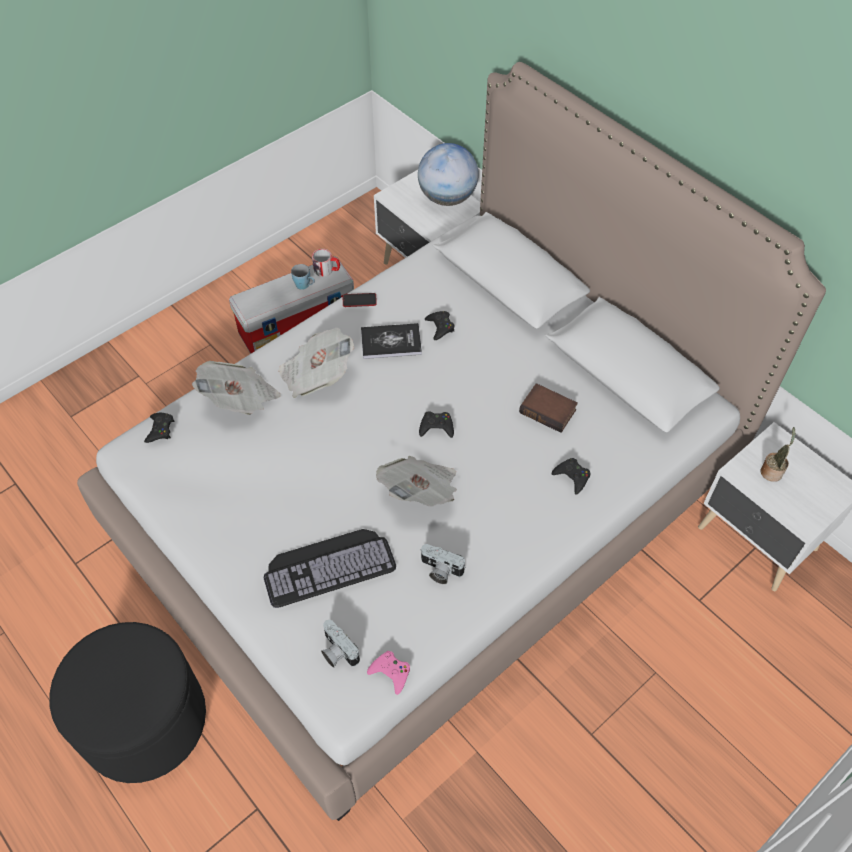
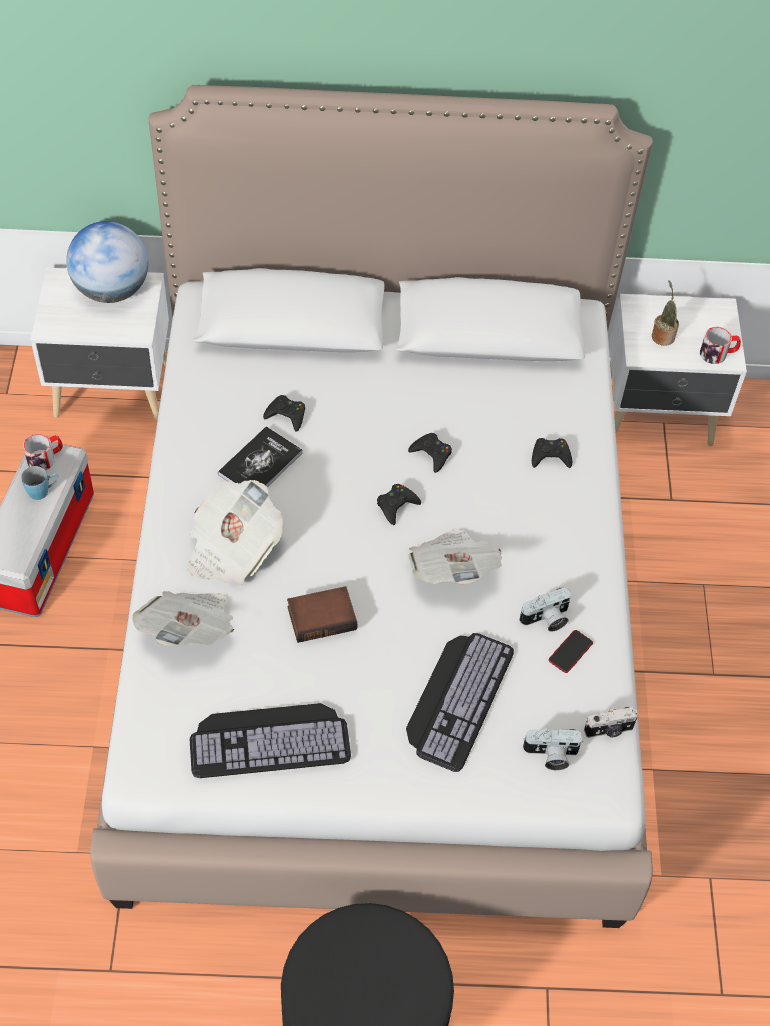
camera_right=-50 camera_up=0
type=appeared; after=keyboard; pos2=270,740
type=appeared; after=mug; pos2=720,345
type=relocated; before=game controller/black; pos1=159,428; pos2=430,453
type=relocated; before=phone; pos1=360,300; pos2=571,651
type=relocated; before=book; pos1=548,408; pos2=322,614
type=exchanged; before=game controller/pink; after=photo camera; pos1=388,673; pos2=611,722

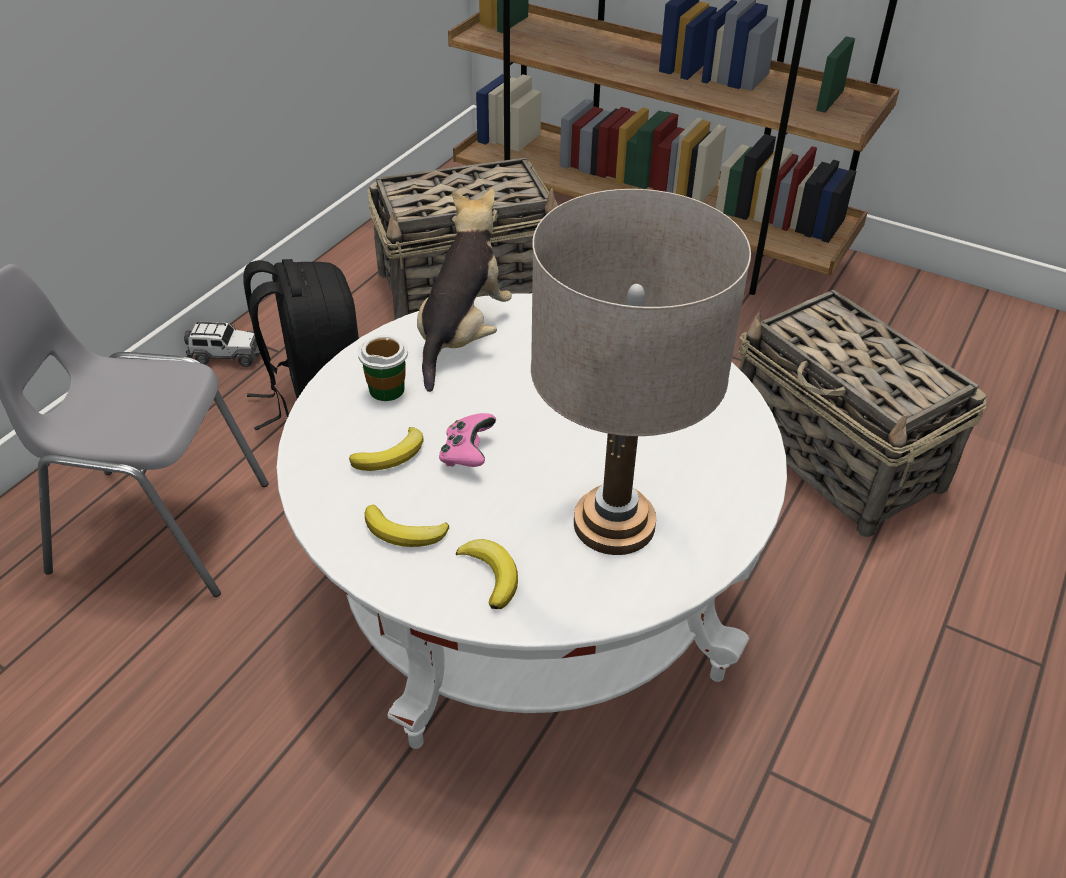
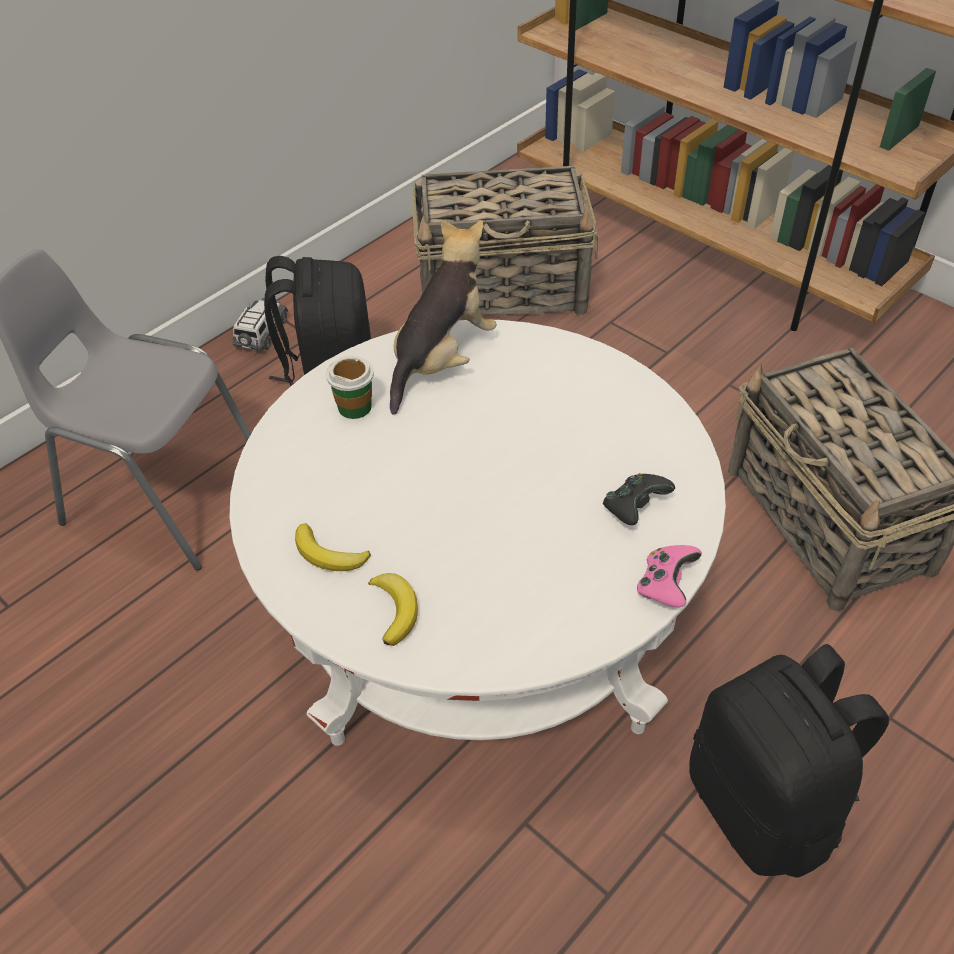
camera_right=15 camera_up=5
type=missing; before=banana; pos1=386,449
type=missing; before=table lamp/beige; pos1=641,372
type=appeared; after=game controller/black; pos2=639,499
type=appeared; after=backpack/black; pos2=789,761
type=relocated; before=game controller/pink; pos1=467,440; pos2=669,576
type=spun; before=toy car; pos1=222,344; pos2=260,325; turn=-90

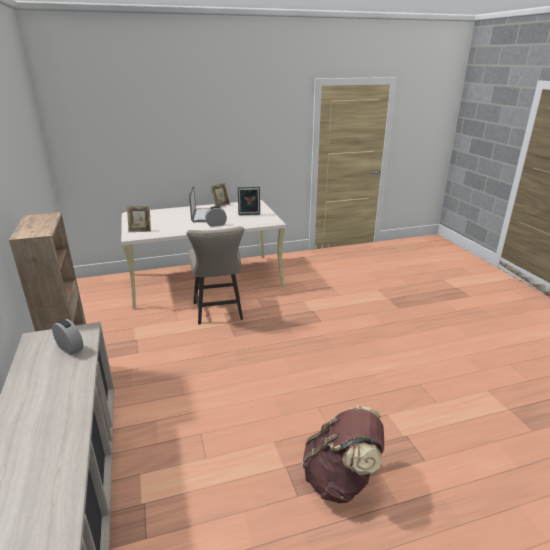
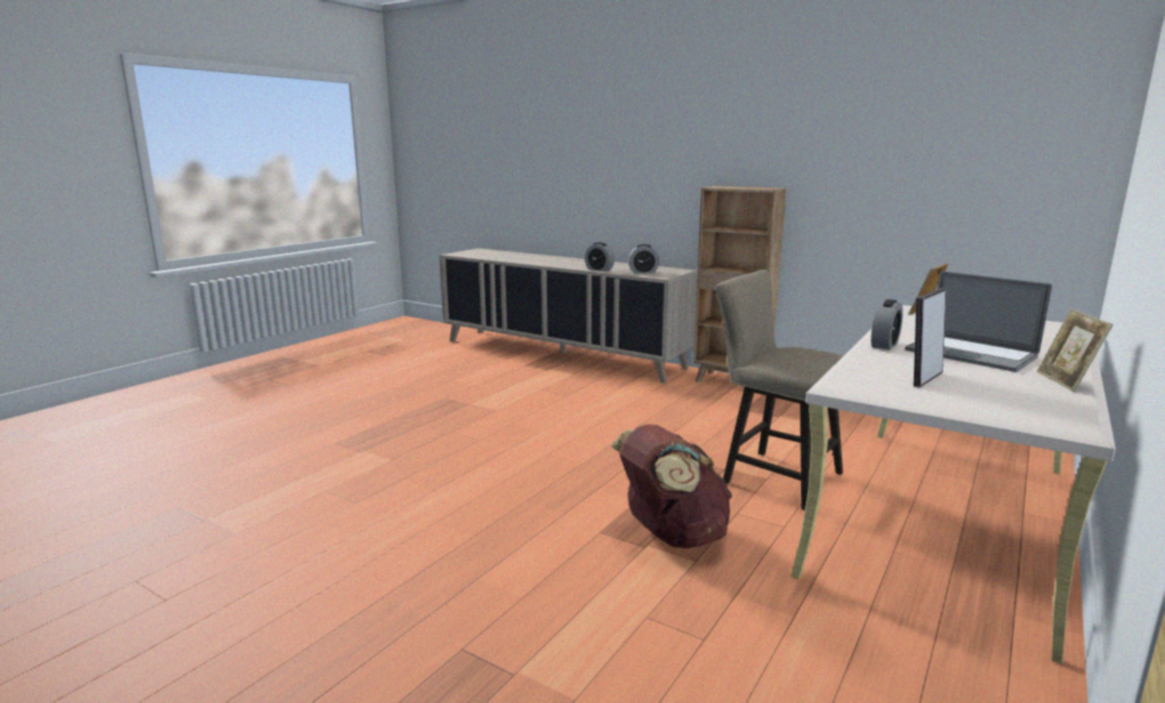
camera_right=140 camera_up=-10
type=appeared; after=alarm clock; pos2=600,257
type=relocated; before=backpack/brown; pos1=343,454; pos2=671,486

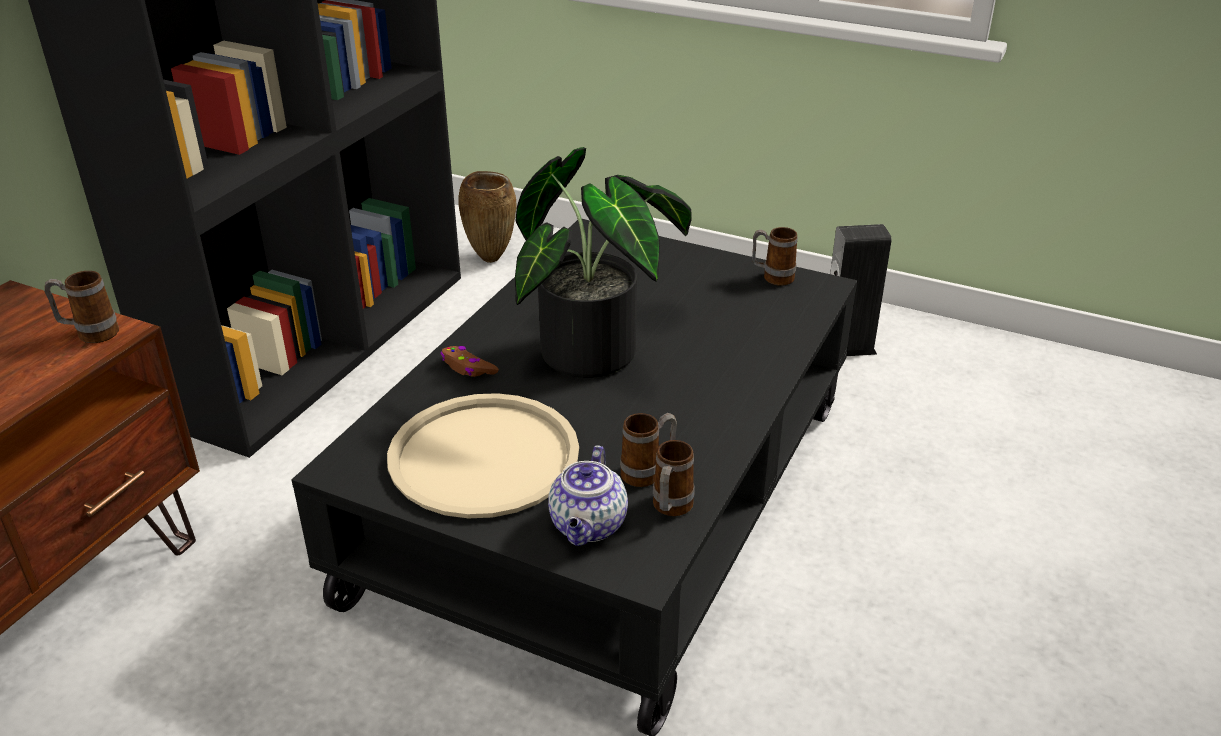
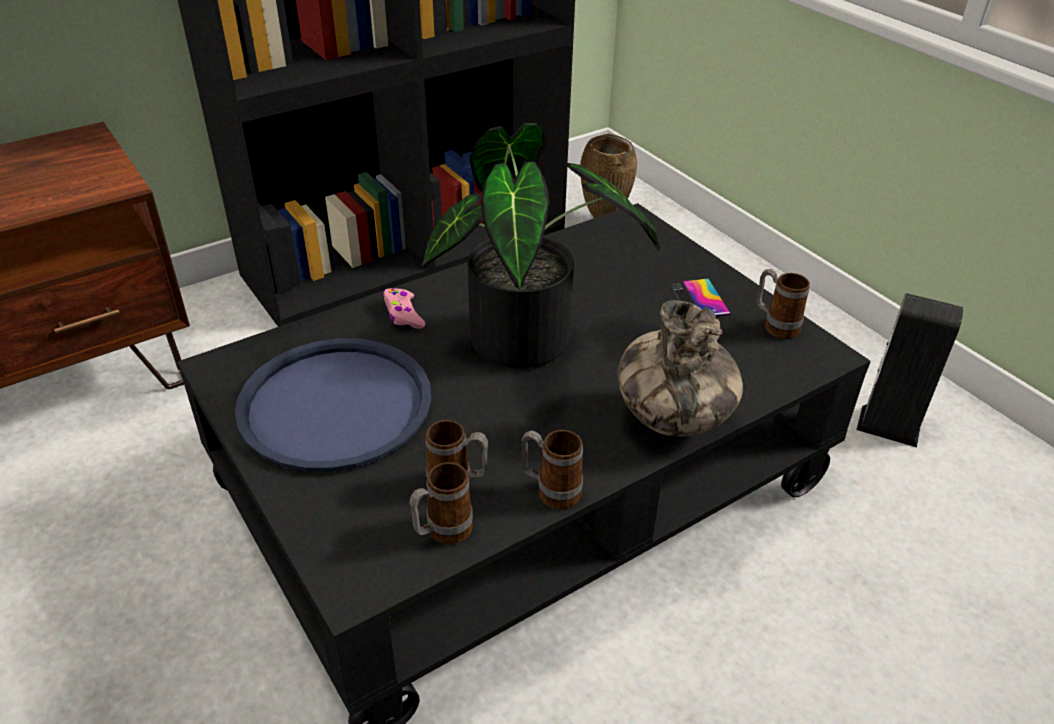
camera_right=30 camera_up=5
type=missing; before=teapot; pos1=588,495
type=appeared; after=vase; pos2=680,368
type=appeared; after=phone; pos2=700,298
type=relocated; before=mug; pos1=81,307; pos2=552,469
type=colour; before=tray/beige; after=tray/blue; pos1=483,455; pos2=333,405
type=colour; before=game controller/brown; after=game controller/pink; pos1=469,361; pos2=404,308

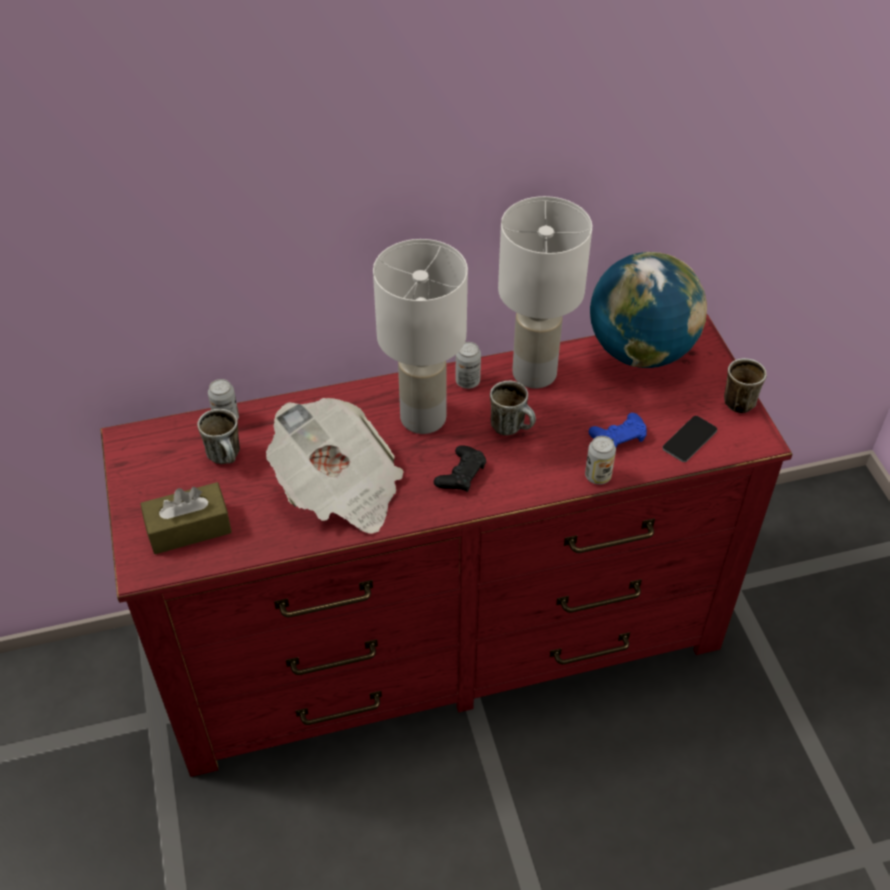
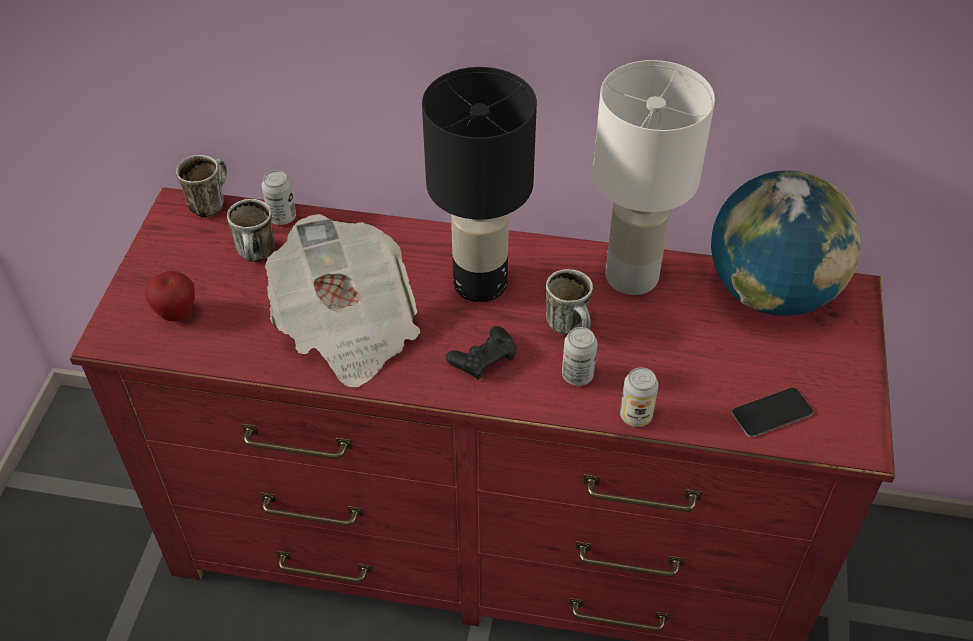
camera_right=25 camera_up=0
type=missing; before=game controller/blue; pos1=618,430
type=relocated; before=can; pos1=468,365; pos2=580,356
type=relocated; before=mug; pos1=745,385; pos2=201,186
type=exchanged; before=tissue box/brown; after=apple; pos1=186,518; pos2=170,296
type=colour; before=table lamp/white; after=table lamp/black; pos1=420,336; pos2=479,184

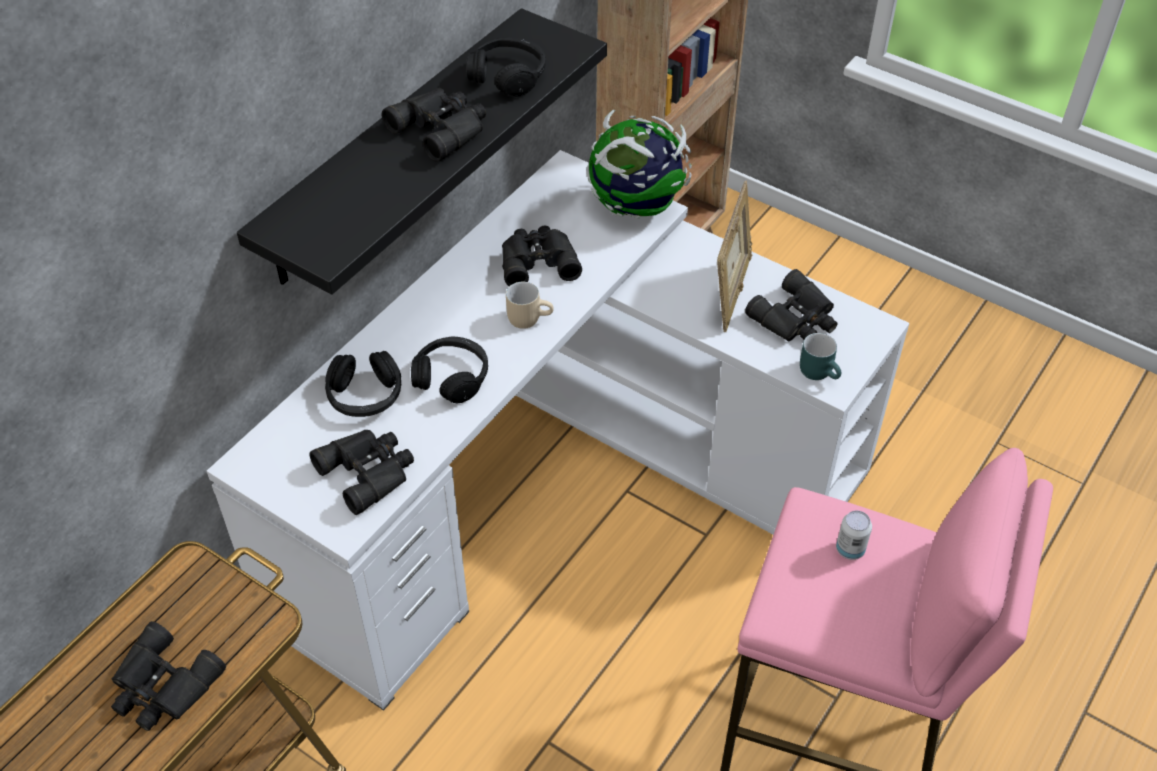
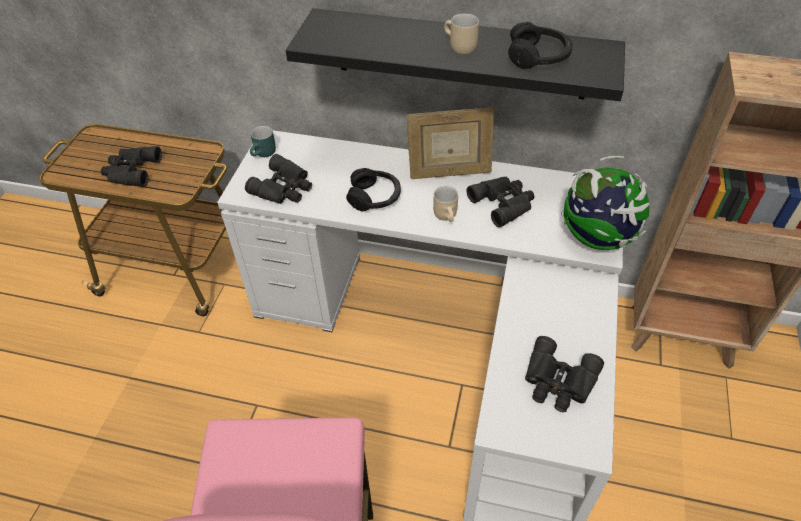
camera_right=70 camera_up=0
type=missing; before=headphones/black; pos1=363,384
type=missing; before=can; pos1=854,535
type=relocated; before=picture frame; pos1=734,256; pos2=450,143
type=relocated; before=mug/turquoise; pos1=820,356; pos2=263,141
type=exchanged; before=binoculars/black; after=mug/beige; pos1=434,125; pos2=461,33

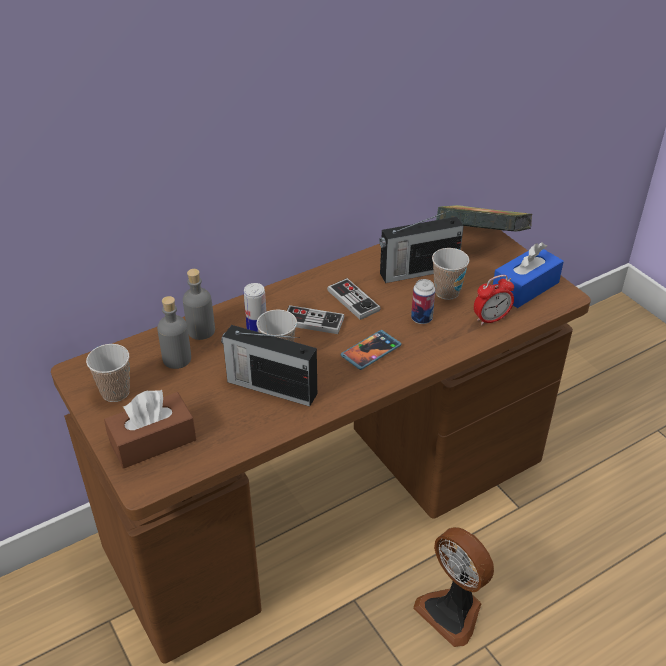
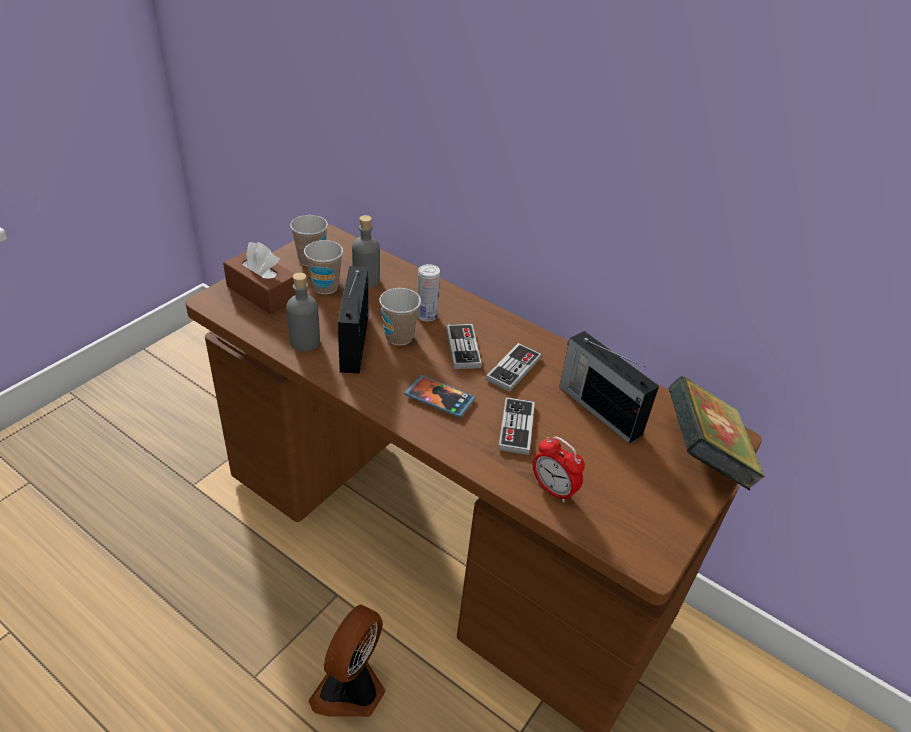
camera_right=65 camera_up=0
type=missing; before=tissue box/blue; pos1=528,275
type=relocated; before=bottle/grey; pos1=199,304; pos2=303,312
type=relocated; before=cup; pos1=450,274; pos2=323,267
type=exchanged; before=can; after=game controller; pos1=423,301; pos2=516,426

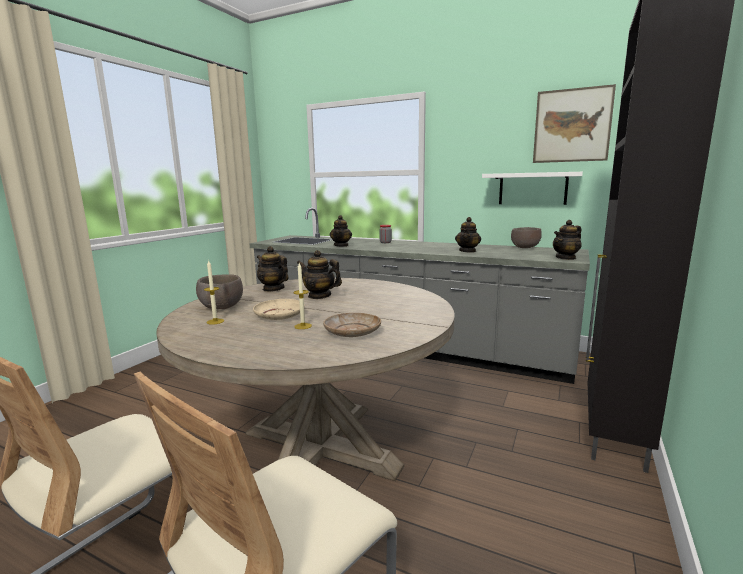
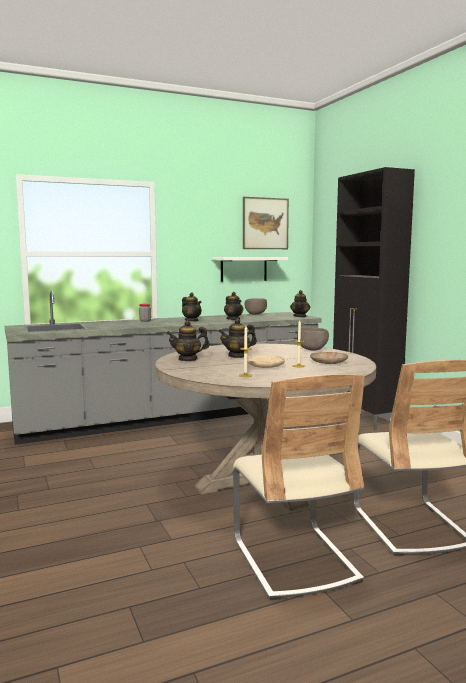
camera_right=-50 camera_up=-5
type=relocated; before=bowl/brown; pos1=219,291; pos2=313,339
type=relocated; before=teapot; pos1=341,231; pos2=192,307

